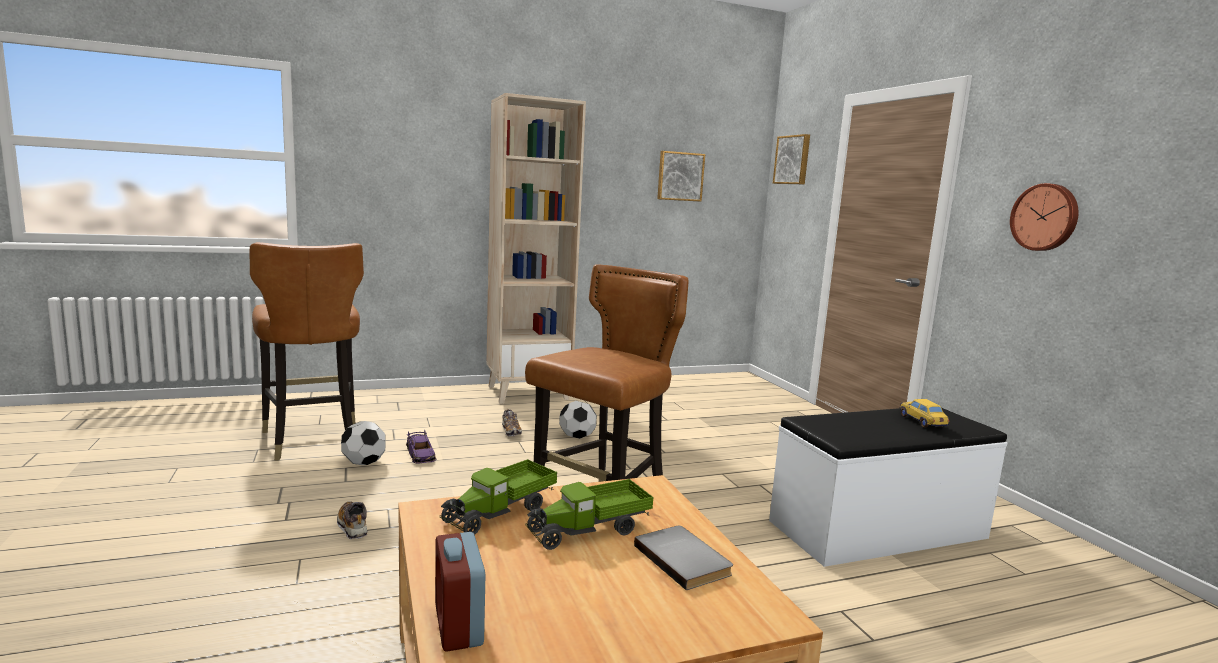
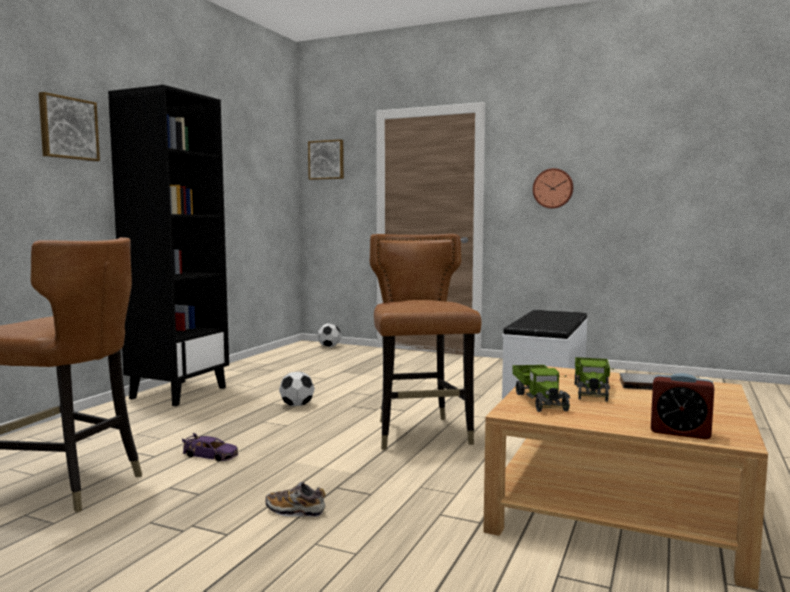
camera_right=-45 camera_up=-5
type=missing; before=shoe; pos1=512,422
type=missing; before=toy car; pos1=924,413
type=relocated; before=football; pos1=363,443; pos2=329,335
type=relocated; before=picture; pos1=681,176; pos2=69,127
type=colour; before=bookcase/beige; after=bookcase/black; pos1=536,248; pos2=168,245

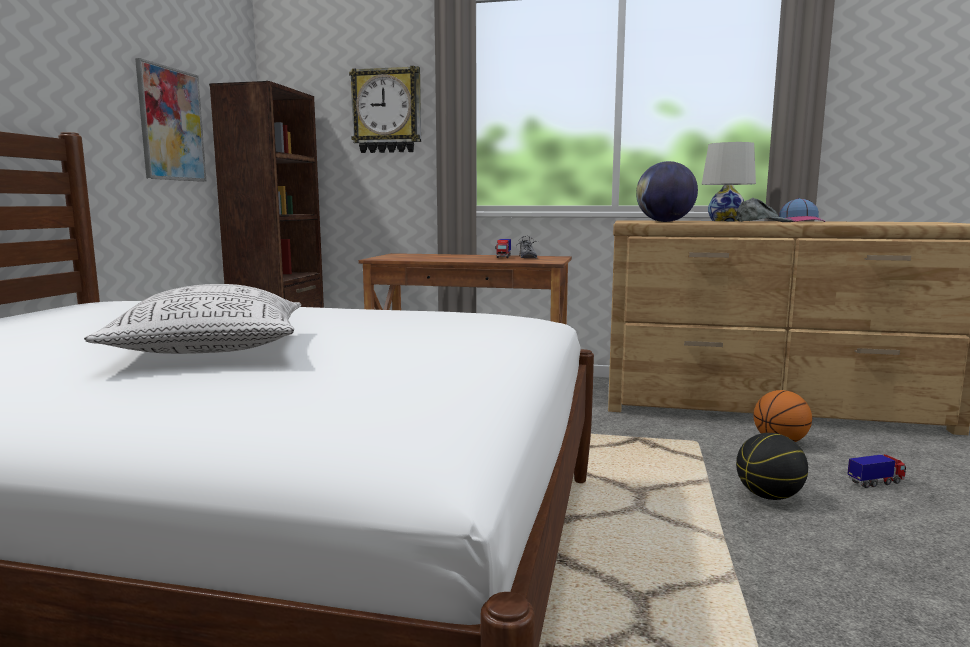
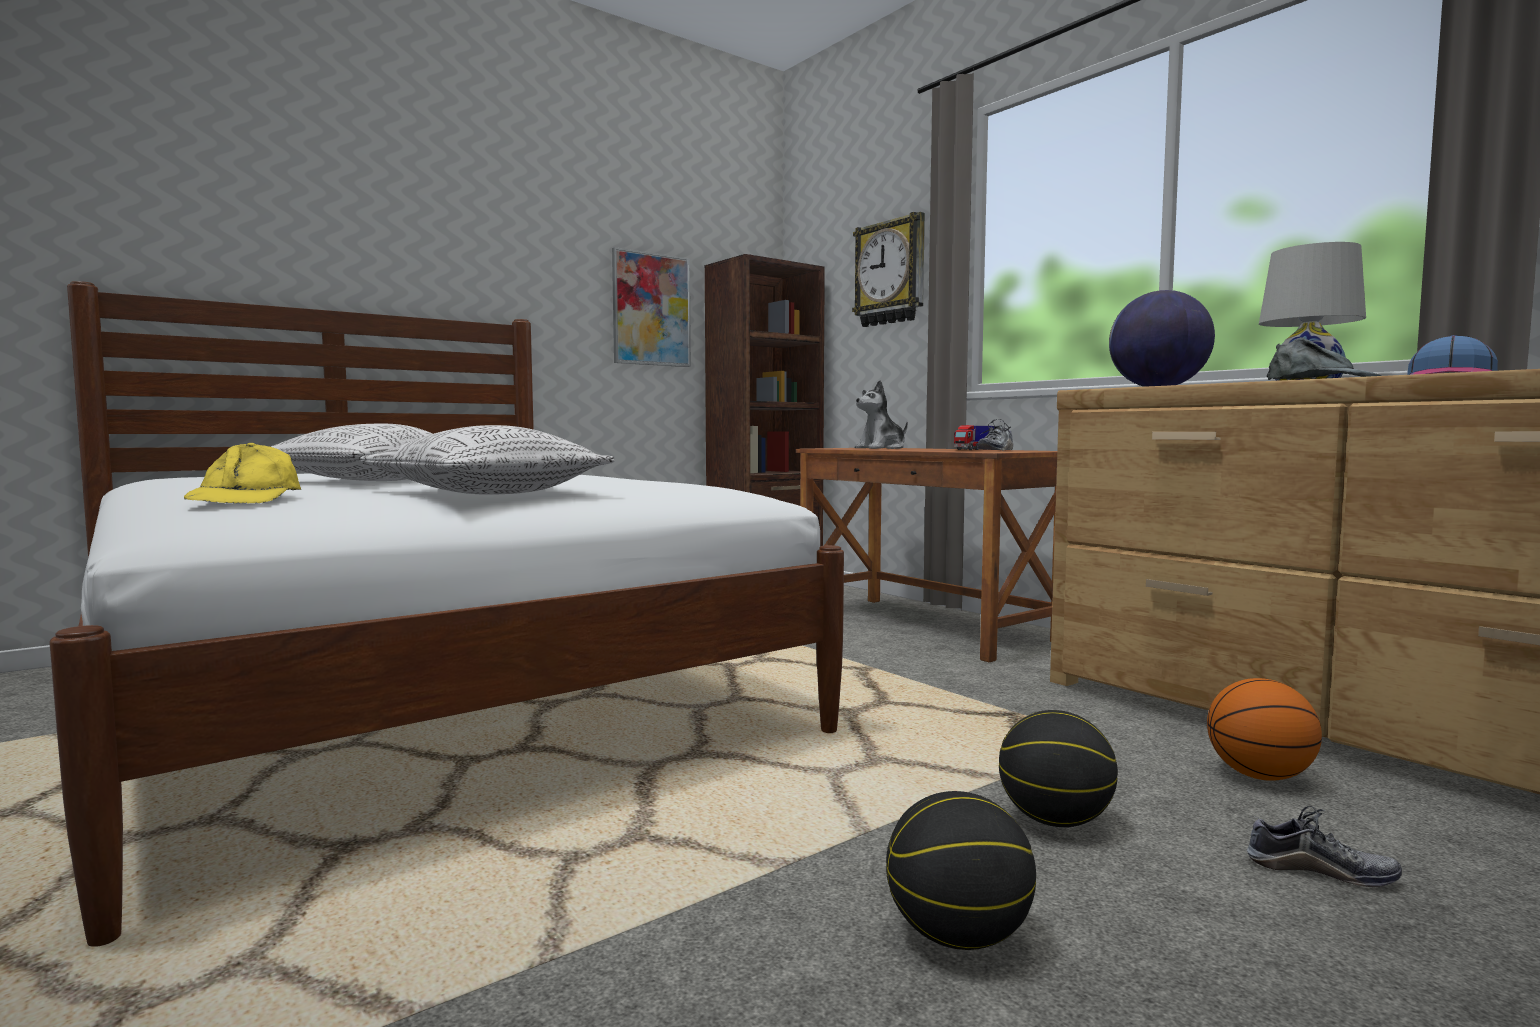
camera_right=40 camera_up=-5
type=appeared; after=cap/yellow; pos2=242,473
type=appeared; after=pillow; pos2=487,460
type=appeared; after=plush toy; pos2=881,414
type=appeared; after=basketball; pos2=961,870
type=exchanged; before=toy truck; after=shoe; pos1=876,471; pos2=1324,846

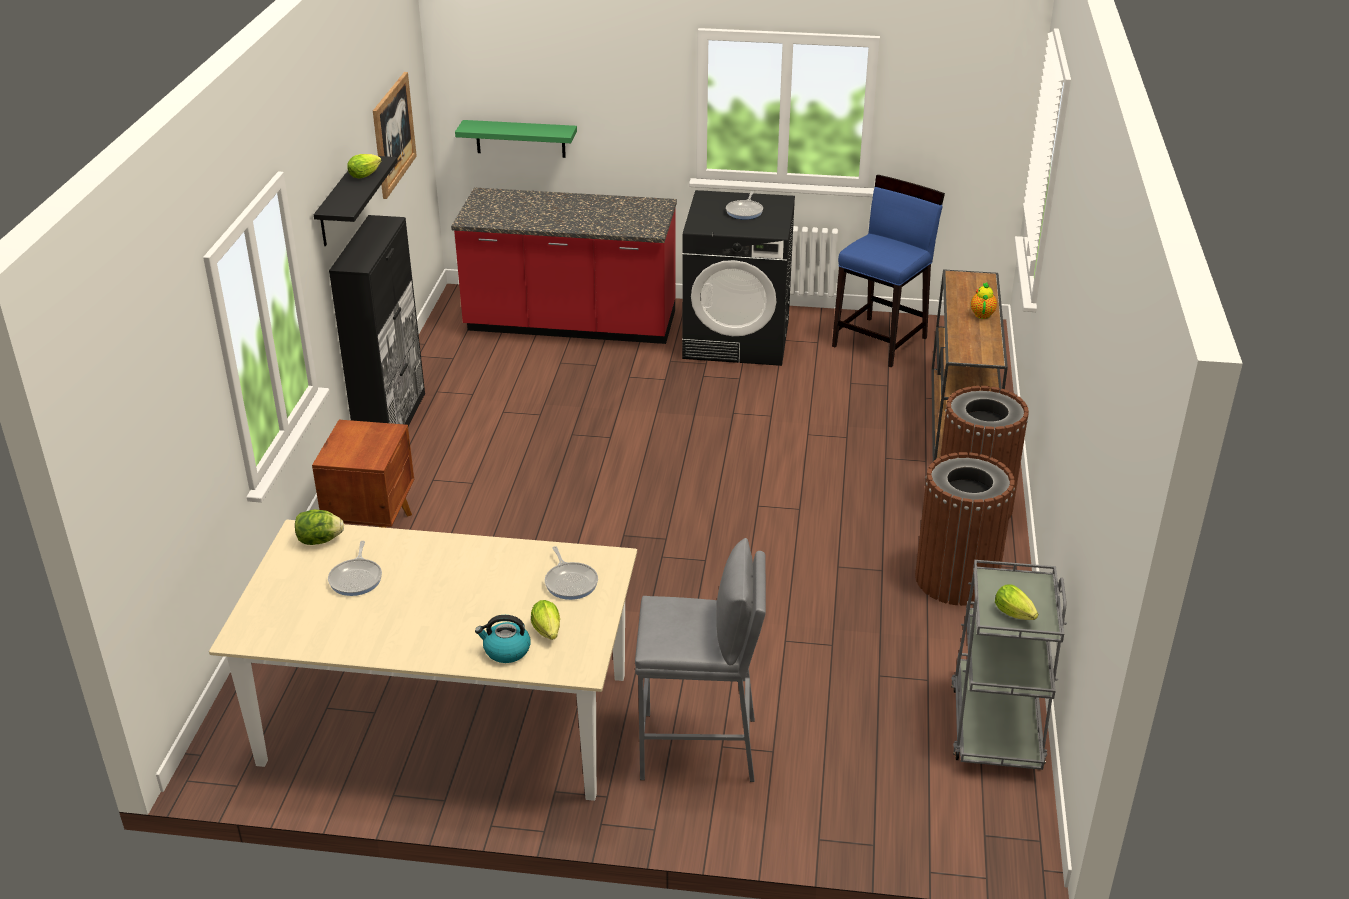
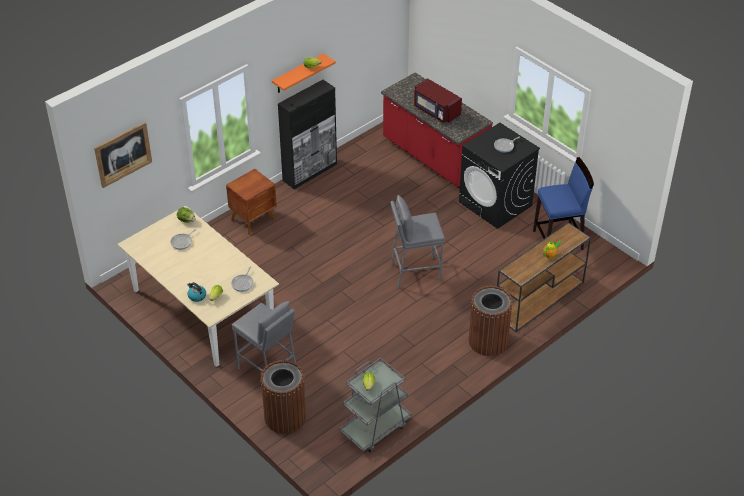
camera_right=40 camera_up=10
type=missing; before=shelf/green; pos1=516,139
type=appeared; after=stool/grey; pos2=417,241
type=appeared; after=microwave/red; pos2=438,100
type=relocated; before=picture; pos1=395,135; pos2=123,155
type=relocated; before=trash can/brown; pos1=965,529; pos2=283,397
type=colour; before=shelf/black; after=shelf/orange; pos1=356,201; pos2=304,73

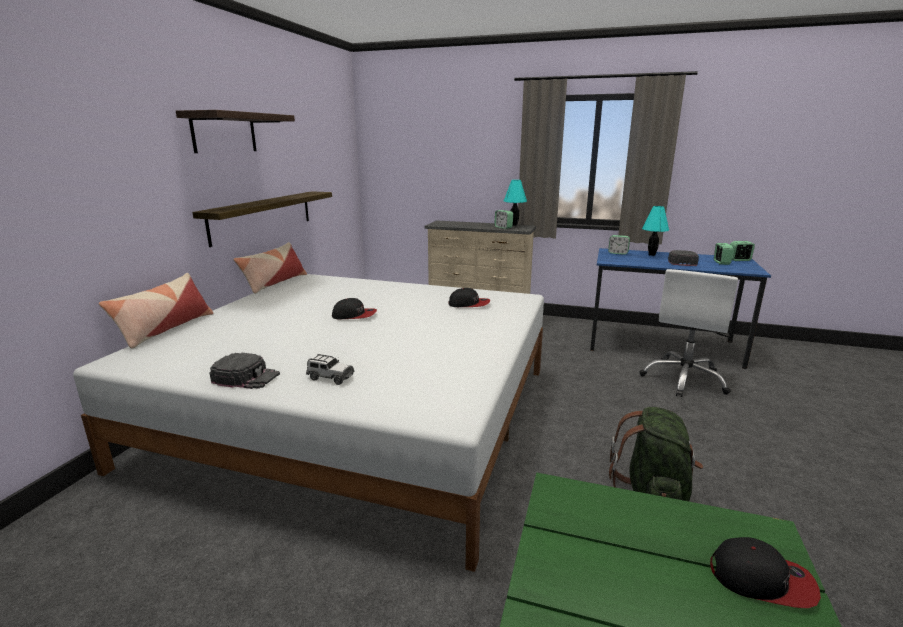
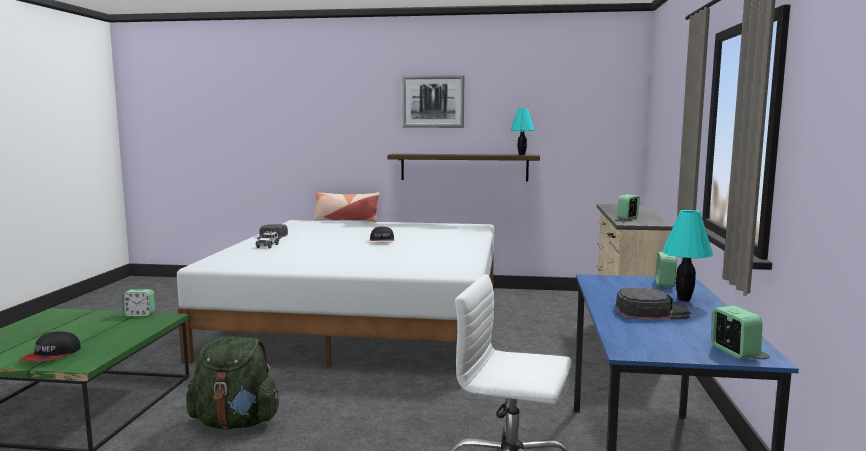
camera_right=80 camera_up=-10
type=missing; before=pillow; pos1=270,268
type=missing; before=cap; pos1=469,297
type=relocated; before=table lamp/turquoise; pos1=515,203; pos2=523,131
type=relocated; before=alarm clock; pos1=723,254; pos2=138,303
type=exchanged; before=shelf; after=picture; pos1=235,131; pos2=433,101

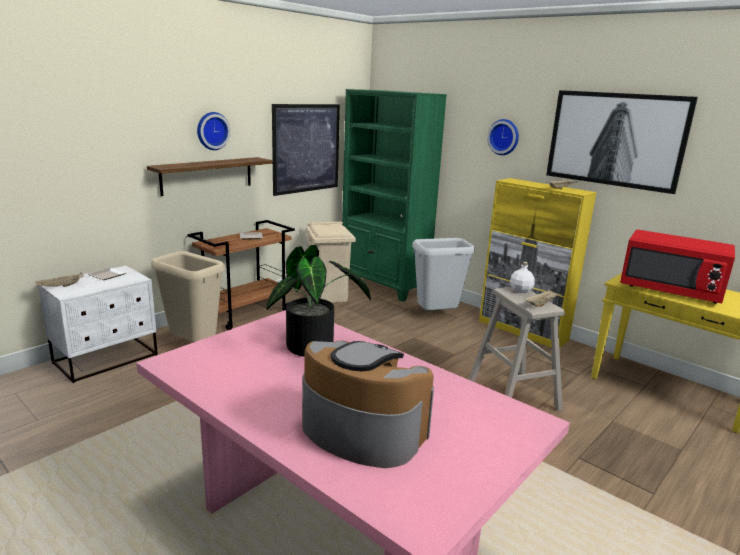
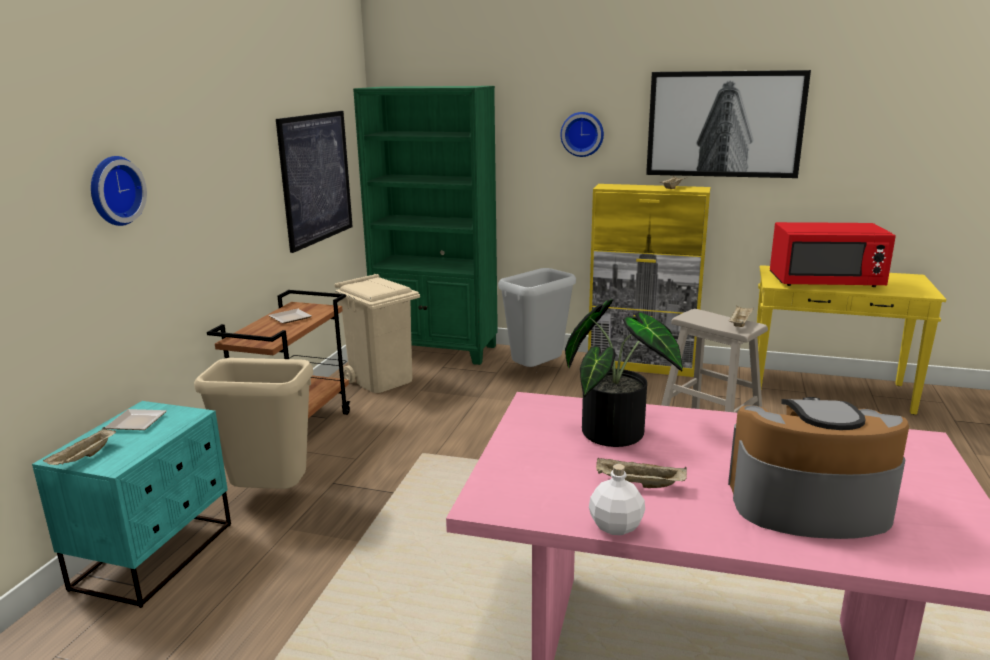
camera_right=-25 camera_up=0
type=missing; before=shelf; pos1=210,176
type=appeared; after=tray/beige; pos2=641,472
type=relocated; before=wall clock; pos1=214,131; pos2=119,191
type=relocated; before=bottle/white; pos1=522,277; pos2=617,499
type=colour; before=nightstand/white; after=nightstand/turquoise; pos1=98,324; pos2=131,504

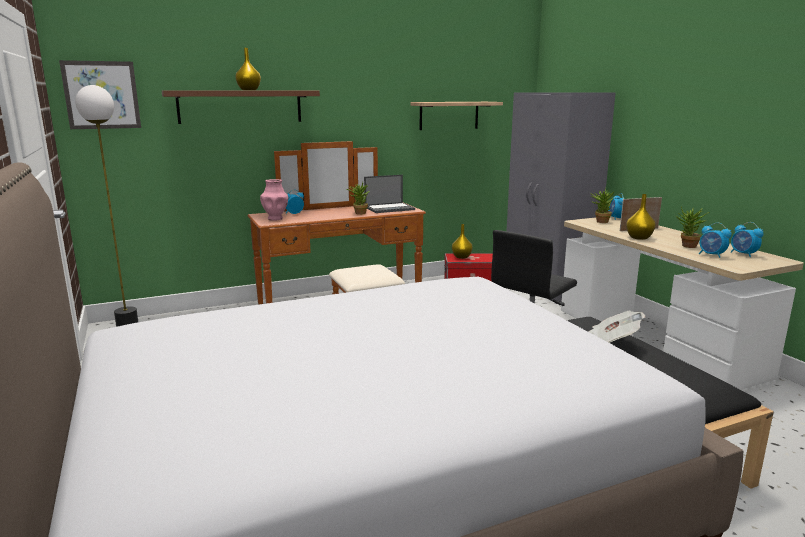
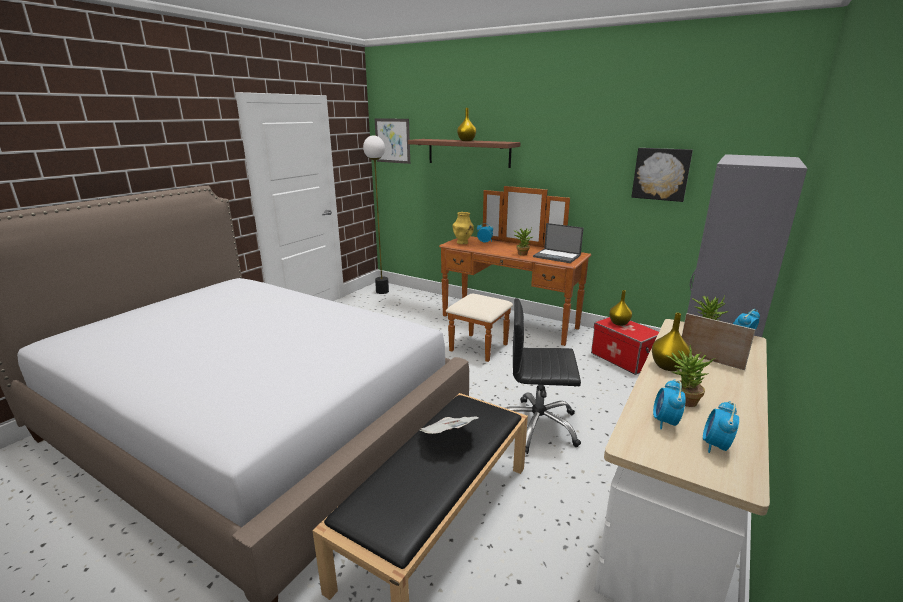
camera_right=55 camera_up=5
type=exchanged; before=shelf; after=picture; pos1=457,116; pos2=662,175
type=colour; before=vase/pink; after=vase/yellow; pos1=274,200; pos2=463,228

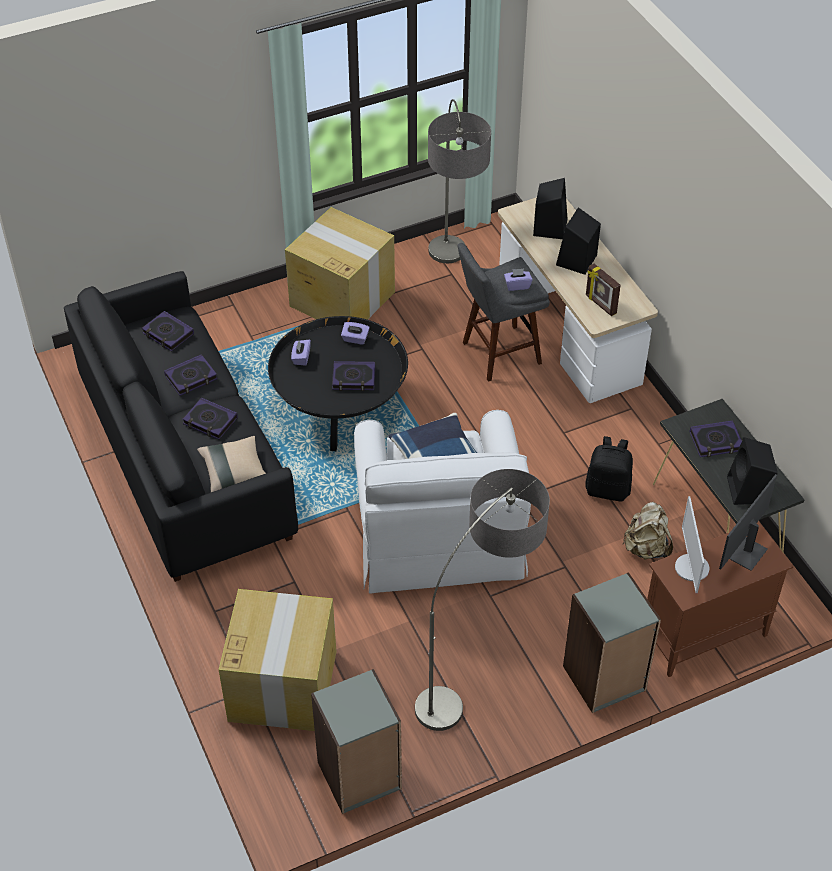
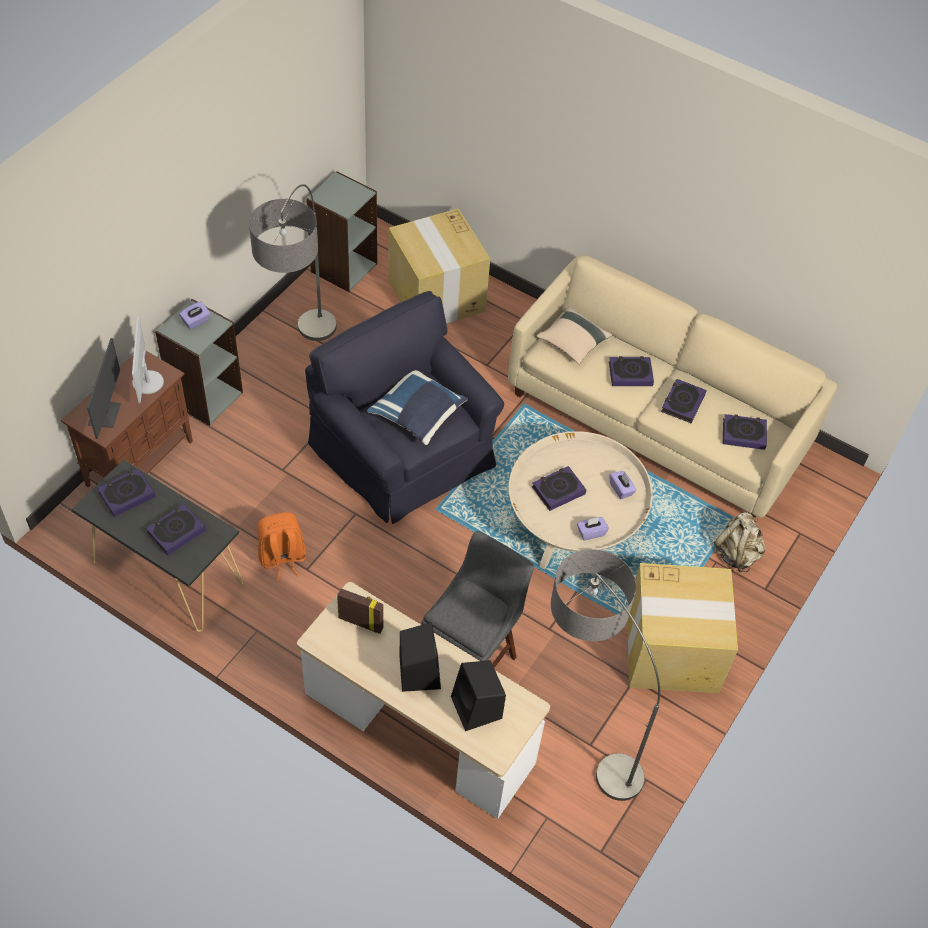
camera_right=145 camera_up=5
type=relocated; before=tissue box/purple; pos1=518,280; pos2=195,315
type=relocated; before=backpack/beige; pos1=648,530; pos2=740,542
type=exchanged; before=speaker/black; after=book; pos1=752,471; pos2=126,492
type=colour; before=sofa/black; after=sofa/beige; pos1=181,426; pos2=672,386
type=colour; before=coffee table/black; after=coffee table/beige; pos1=338,383; pos2=581,500
type=colour; before=armchair/white; after=armchair/black; pos1=442,502; pos2=404,407
type=colour; before=backpack/black; after=backpack/orange; pos1=609,469; pos2=282,546
type=spun; before=monitor; pos1=692,544; pos2=148,360; turn=-150

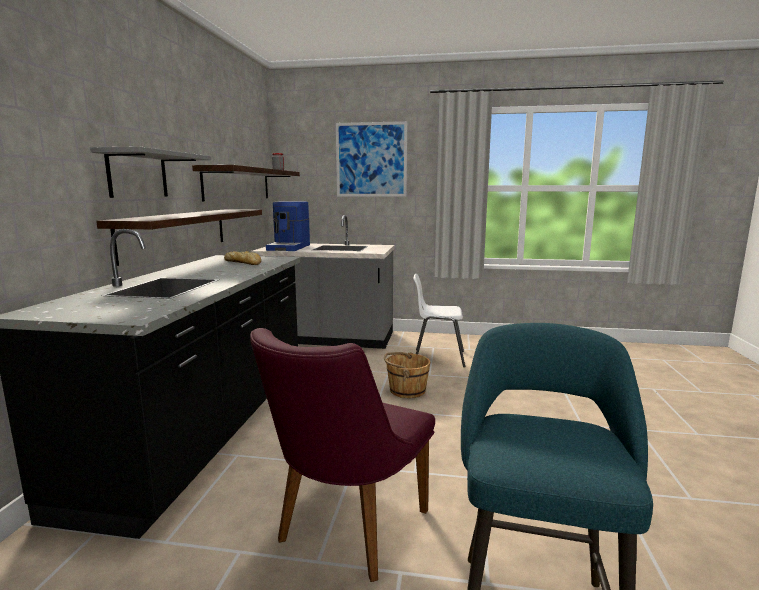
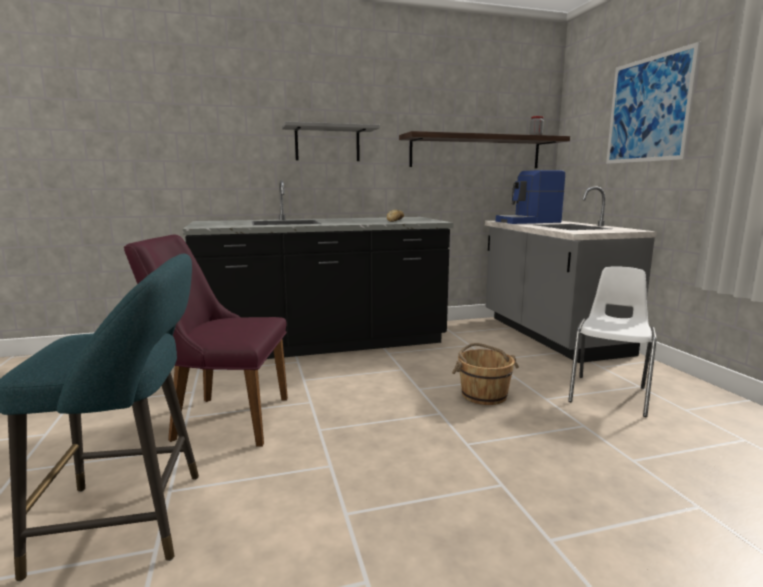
camera_right=65 camera_up=0
type=missing; before=shelf; pos1=179,237
type=spun; before=chair/white; pos1=439,320; pos2=612,341; turn=45

